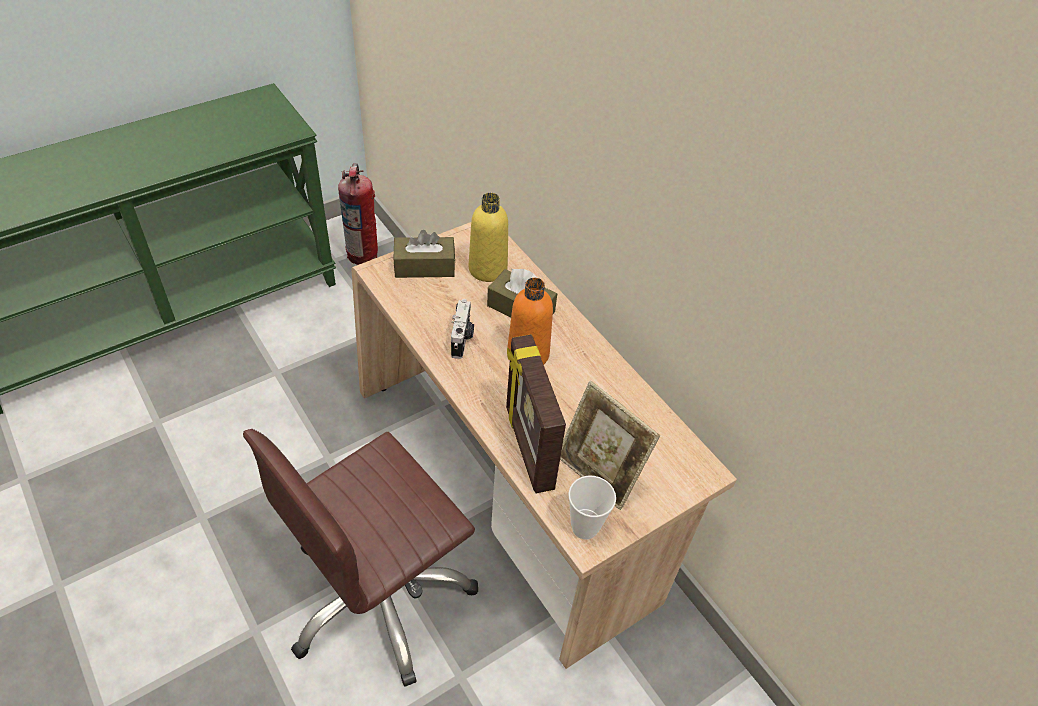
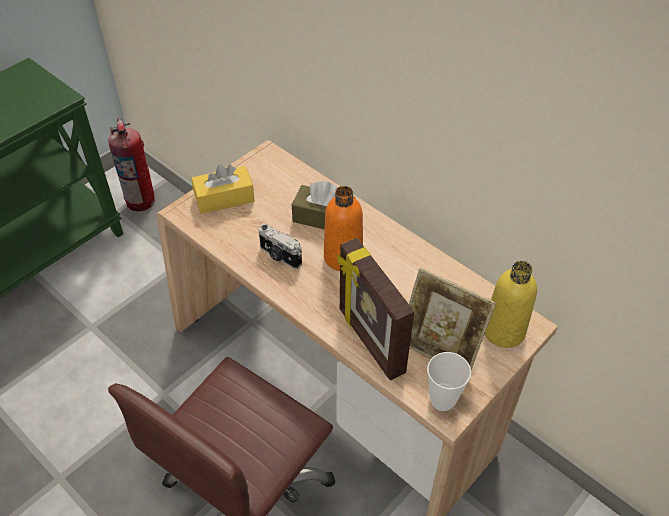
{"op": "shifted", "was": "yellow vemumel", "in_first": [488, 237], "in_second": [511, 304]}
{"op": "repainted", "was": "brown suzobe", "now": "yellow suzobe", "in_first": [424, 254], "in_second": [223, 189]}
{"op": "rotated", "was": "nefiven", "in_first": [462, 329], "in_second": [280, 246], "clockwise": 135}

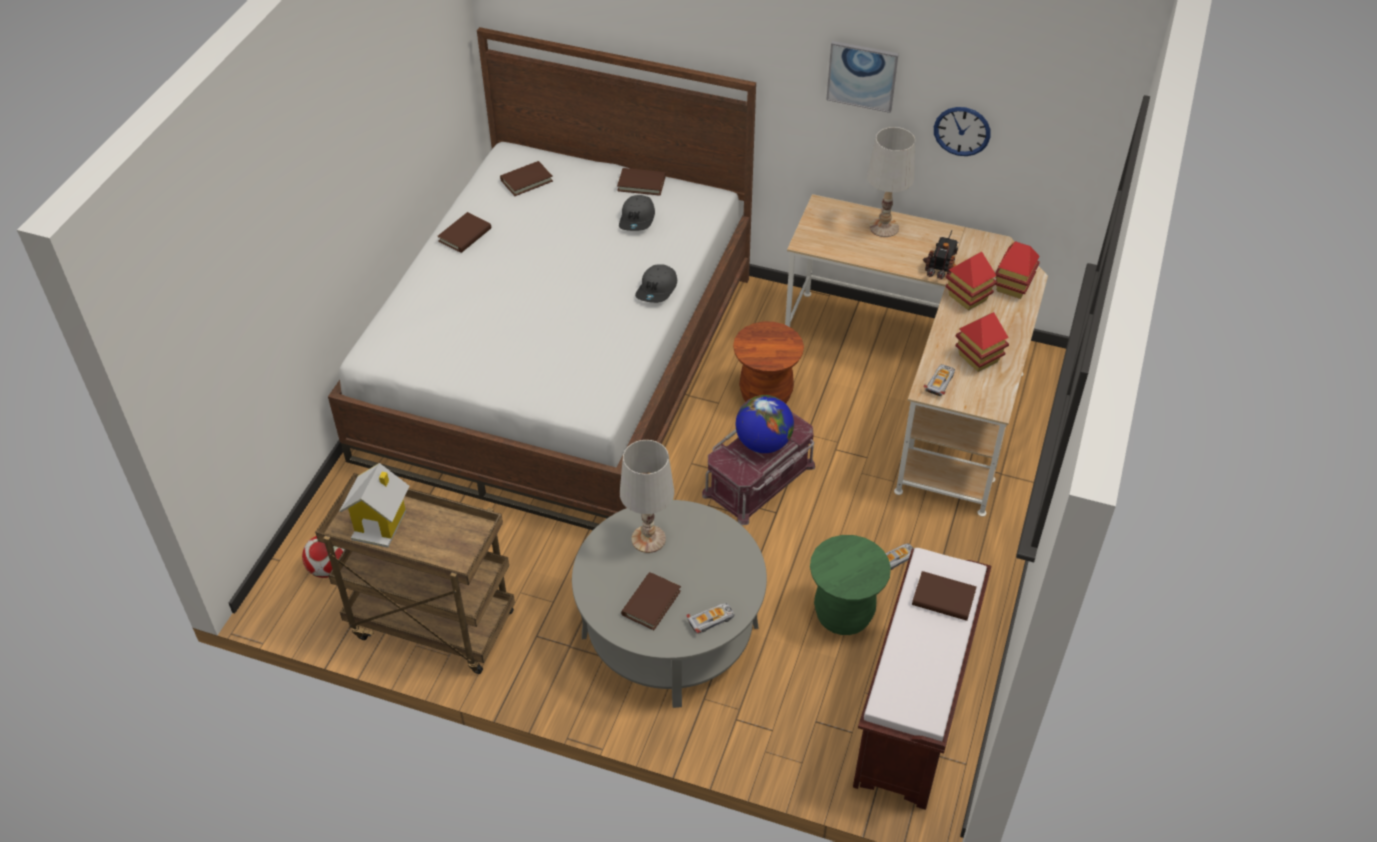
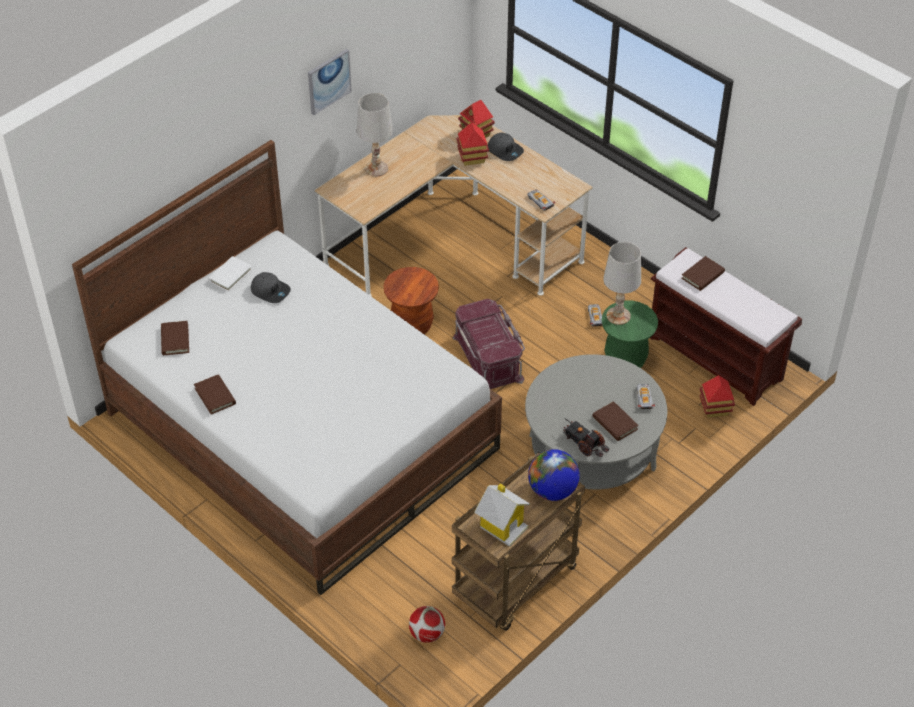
{"op": "gone", "was": "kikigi", "in_first": [962, 131]}
{"op": "shifted", "was": "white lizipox", "in_first": [647, 496], "in_second": [622, 283]}
{"op": "shifted", "was": "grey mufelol", "in_first": [656, 283], "in_second": [506, 147]}
{"op": "shifted", "was": "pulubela", "in_first": [765, 424], "in_second": [554, 475]}
{"op": "shifted", "was": "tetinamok", "in_first": [941, 255], "in_second": [586, 437]}
{"op": "shifted", "was": "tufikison", "in_first": [982, 342], "in_second": [717, 396]}
{"op": "repainted", "was": "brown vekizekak", "now": "white vekizekak", "in_first": [641, 182], "in_second": [230, 274]}

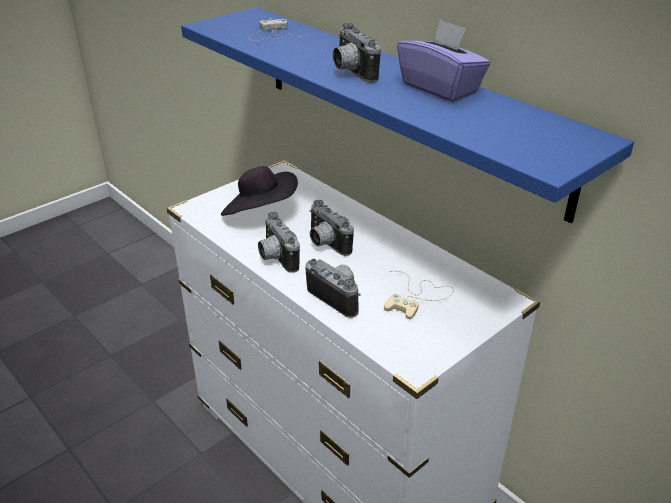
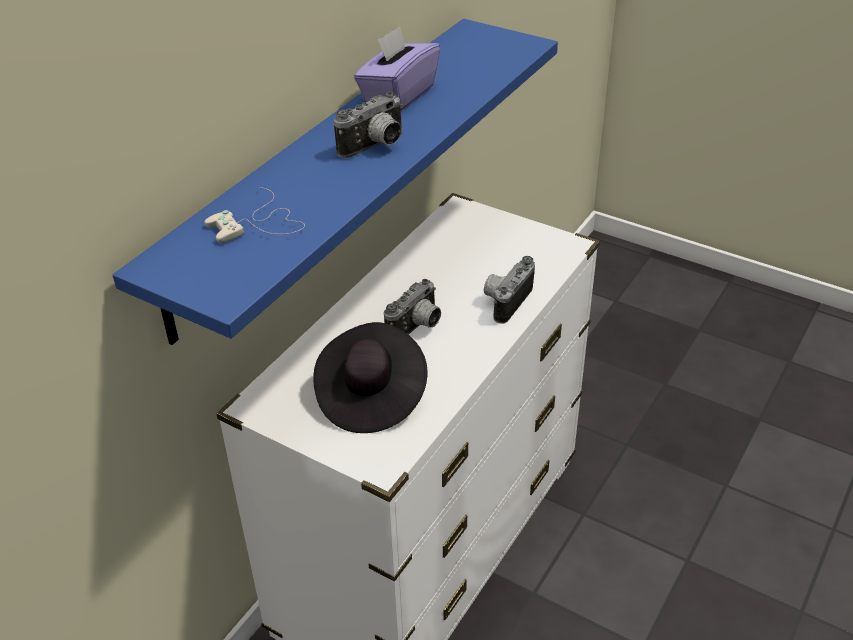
{"op": "gone", "was": "nefiven", "in_first": [279, 242]}
{"op": "gone", "was": "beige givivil", "in_first": [419, 295]}

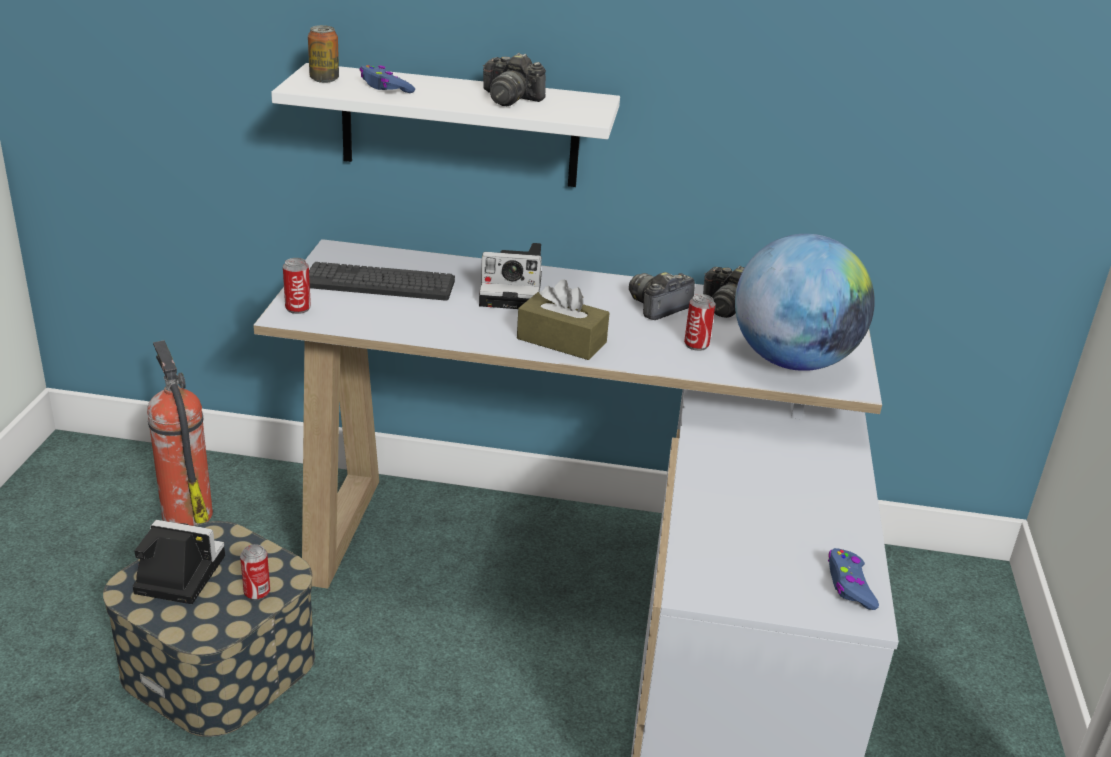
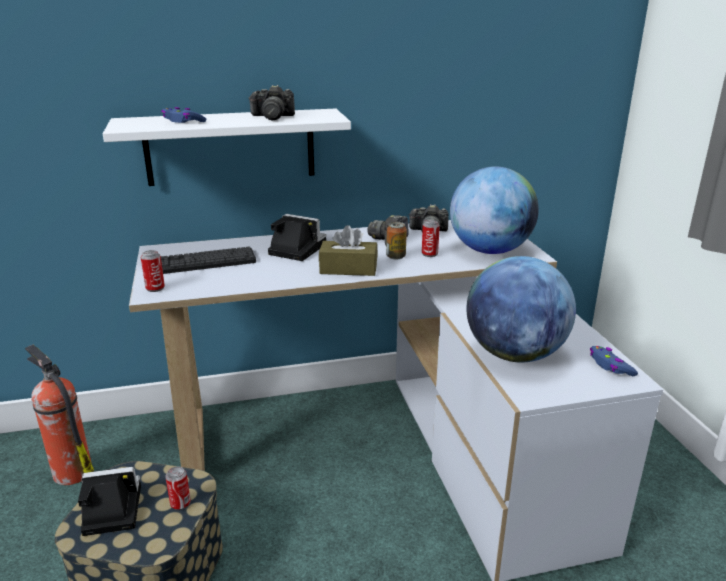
{"op": "new", "now": "pulubela", "in_second": [521, 309]}
{"op": "shifted", "was": "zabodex", "in_first": [323, 54], "in_second": [396, 241]}
{"op": "rotated", "was": "nefiven", "in_first": [510, 276], "in_second": [297, 237], "clockwise": -135}

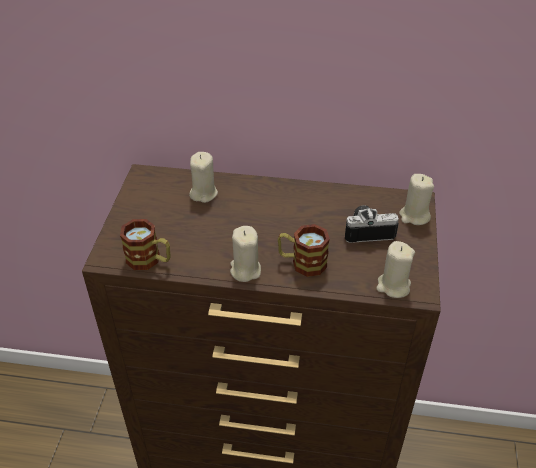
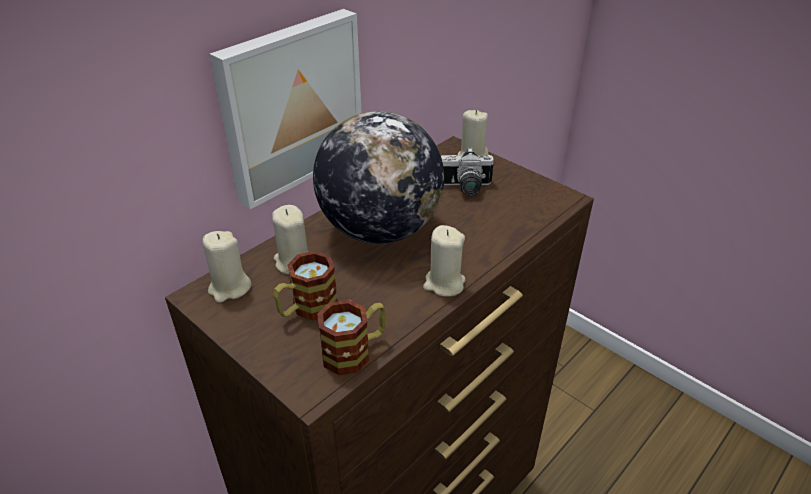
{"op": "new", "now": "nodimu", "in_second": [285, 109]}
{"op": "new", "now": "pulubela", "in_second": [378, 177]}
{"op": "shifted", "was": "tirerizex", "in_first": [304, 250], "in_second": [305, 285]}
{"op": "shifted", "was": "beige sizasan", "in_first": [395, 269], "in_second": [227, 267]}
{"op": "rotated", "was": "nefiven", "in_first": [372, 224], "in_second": [467, 171], "clockwise": -120}

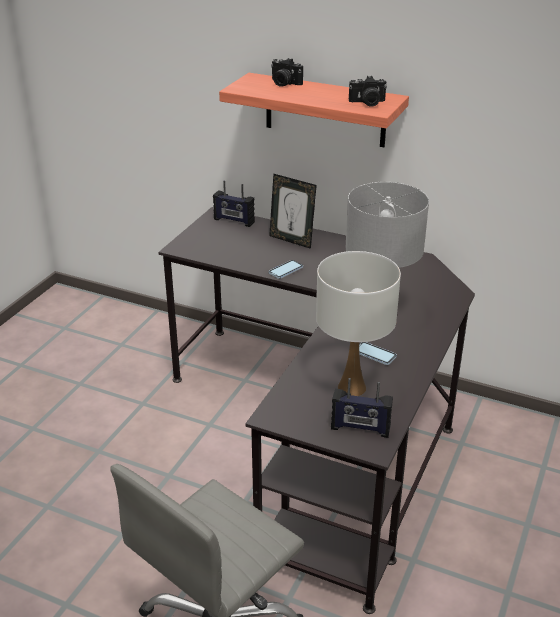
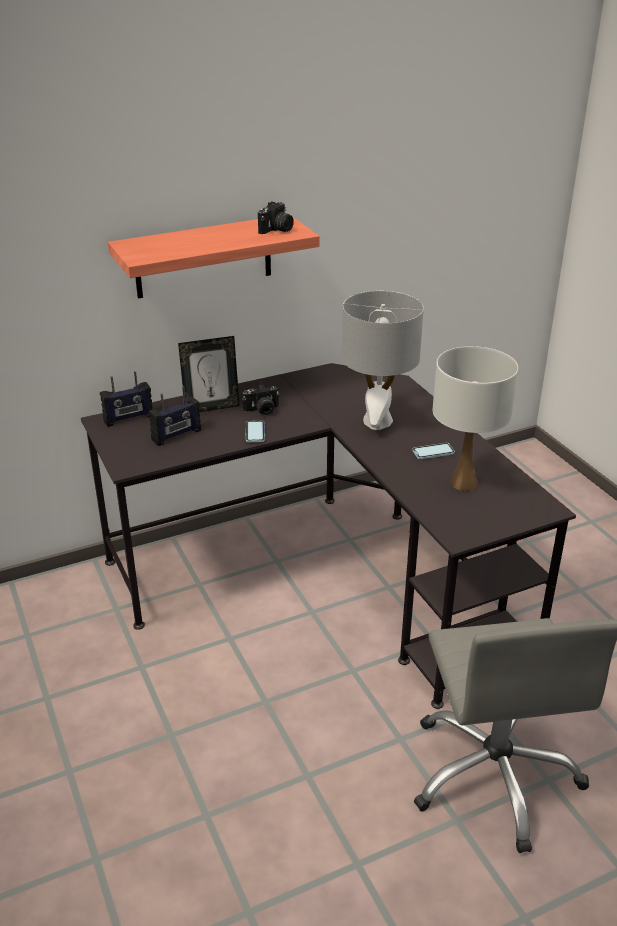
{"op": "shifted", "was": "nefiven", "in_first": [287, 72], "in_second": [260, 400]}
{"op": "shifted", "was": "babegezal", "in_first": [362, 408], "in_second": [175, 416]}

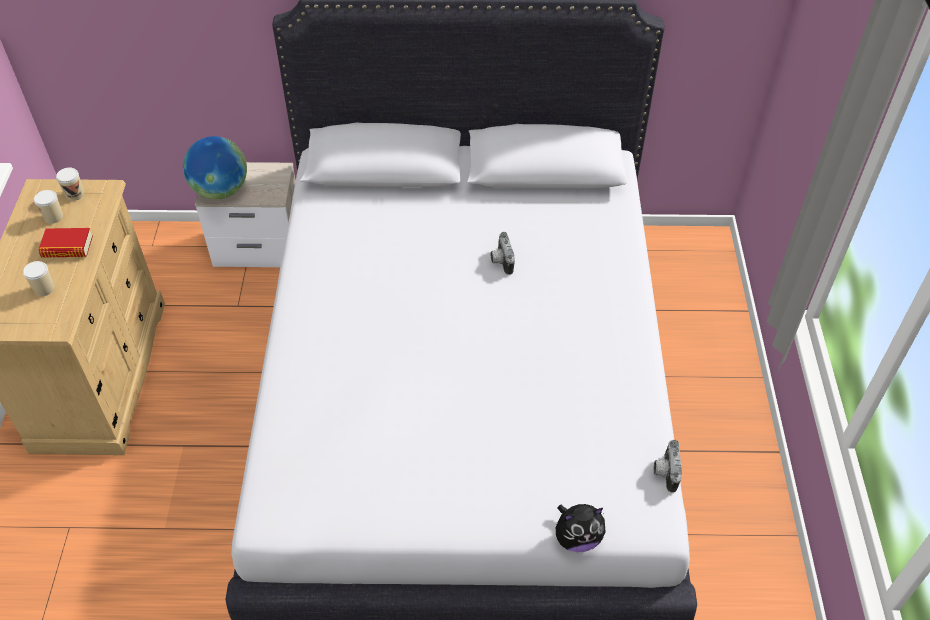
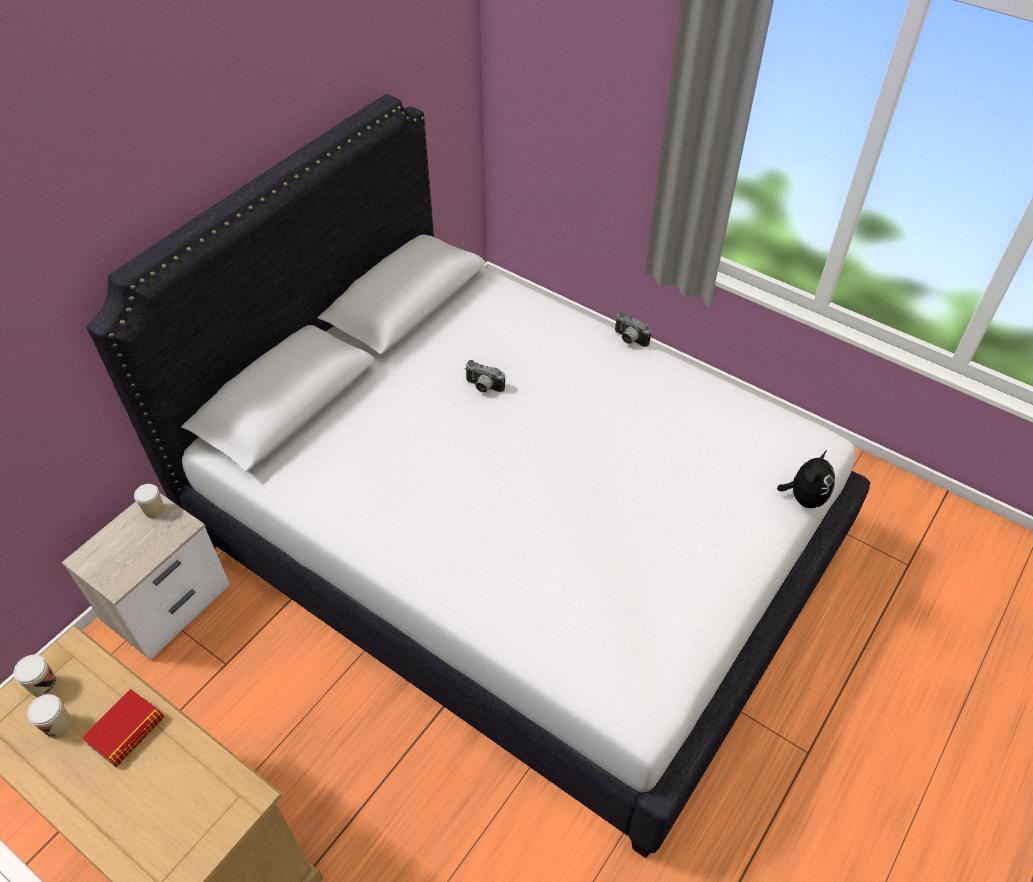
{"op": "gone", "was": "pulubela", "in_first": [215, 167]}
{"op": "shifted", "was": "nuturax", "in_first": [38, 278], "in_second": [149, 501]}
{"op": "shifted", "was": "nefiven", "in_first": [668, 466], "in_second": [633, 329]}

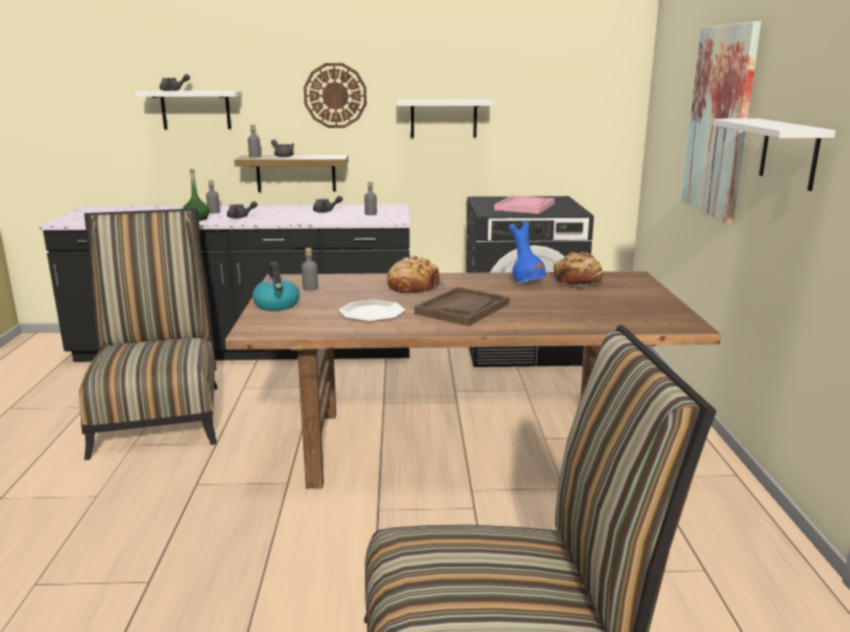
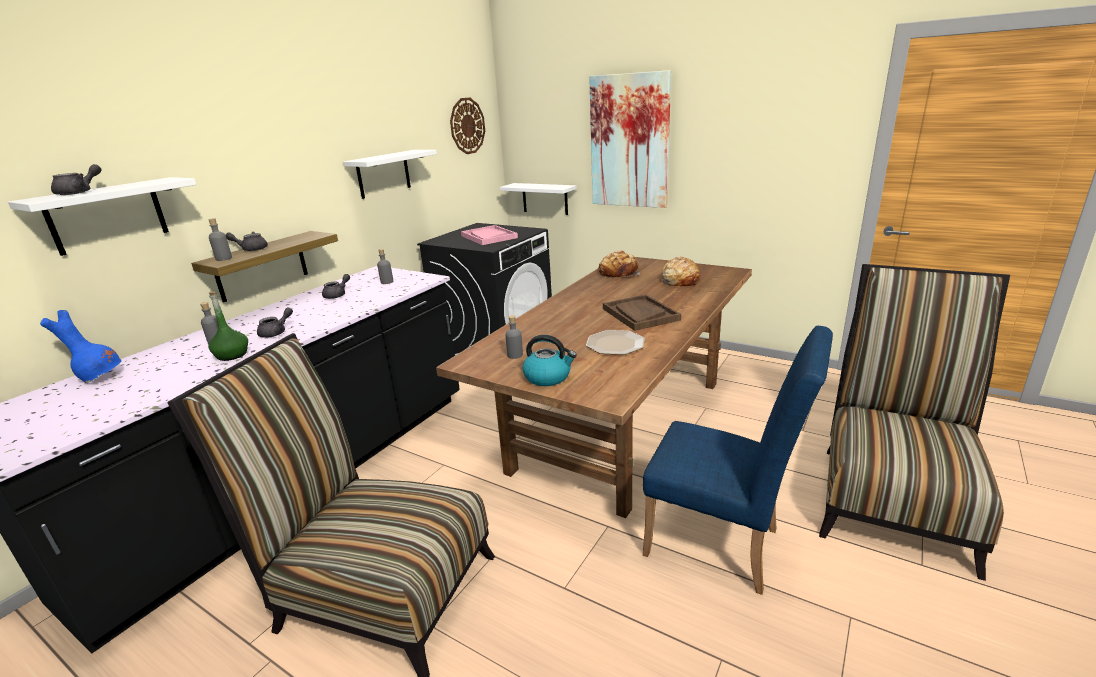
{"op": "new", "now": "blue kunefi", "in_second": [738, 460]}
{"op": "shifted", "was": "kikigi", "in_first": [335, 95], "in_second": [467, 126]}
{"op": "shifted", "was": "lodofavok", "in_first": [417, 275], "in_second": [680, 271]}
{"op": "shifted", "was": "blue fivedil", "in_first": [527, 252], "in_second": [80, 346]}
{"op": "shifted", "was": "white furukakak", "in_first": [774, 155], "in_second": [538, 199]}

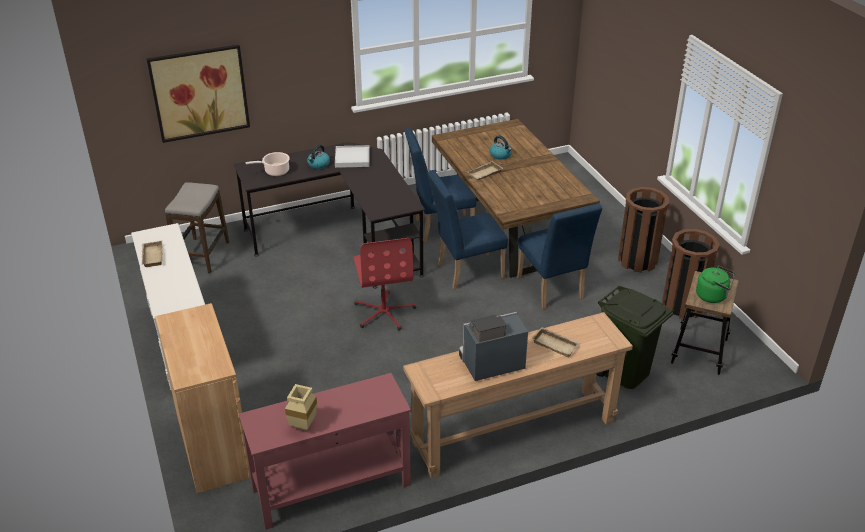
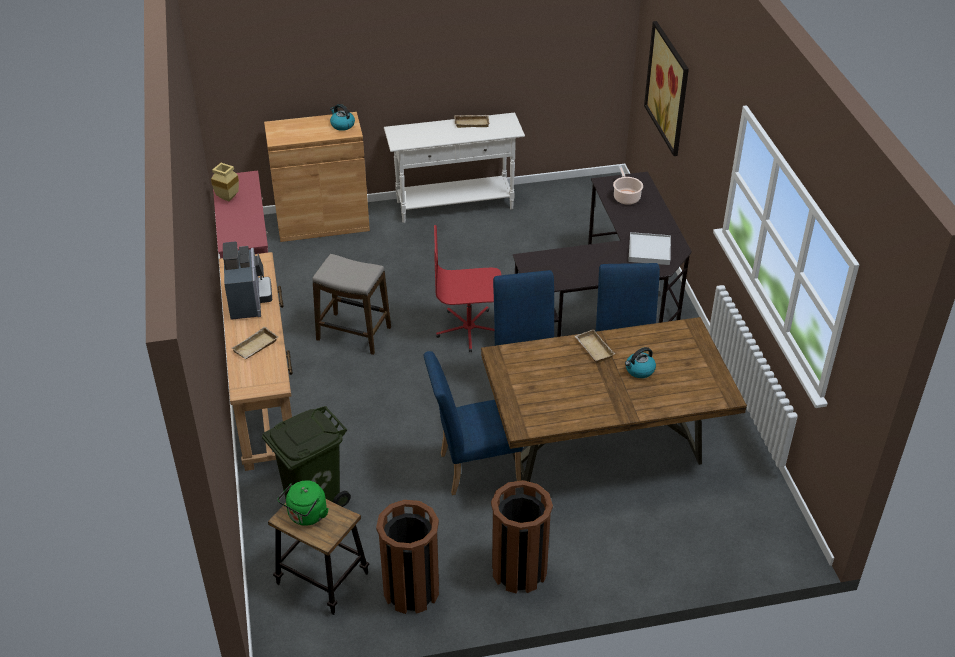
{"op": "shifted", "was": "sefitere", "in_first": [197, 227], "in_second": [351, 304]}
{"op": "shifted", "was": "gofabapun", "in_first": [318, 157], "in_second": [342, 117]}

